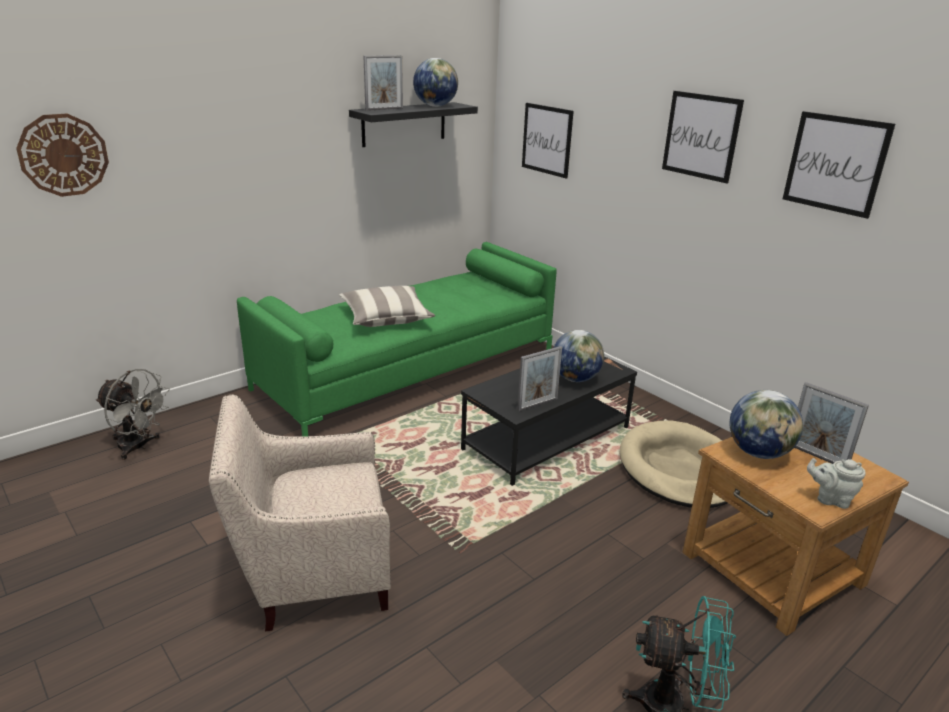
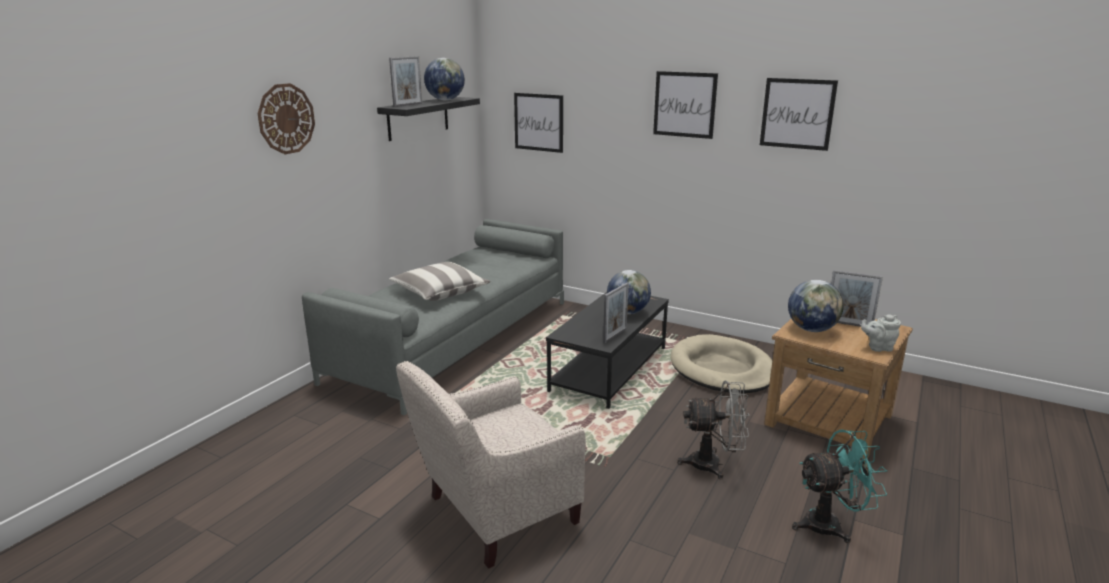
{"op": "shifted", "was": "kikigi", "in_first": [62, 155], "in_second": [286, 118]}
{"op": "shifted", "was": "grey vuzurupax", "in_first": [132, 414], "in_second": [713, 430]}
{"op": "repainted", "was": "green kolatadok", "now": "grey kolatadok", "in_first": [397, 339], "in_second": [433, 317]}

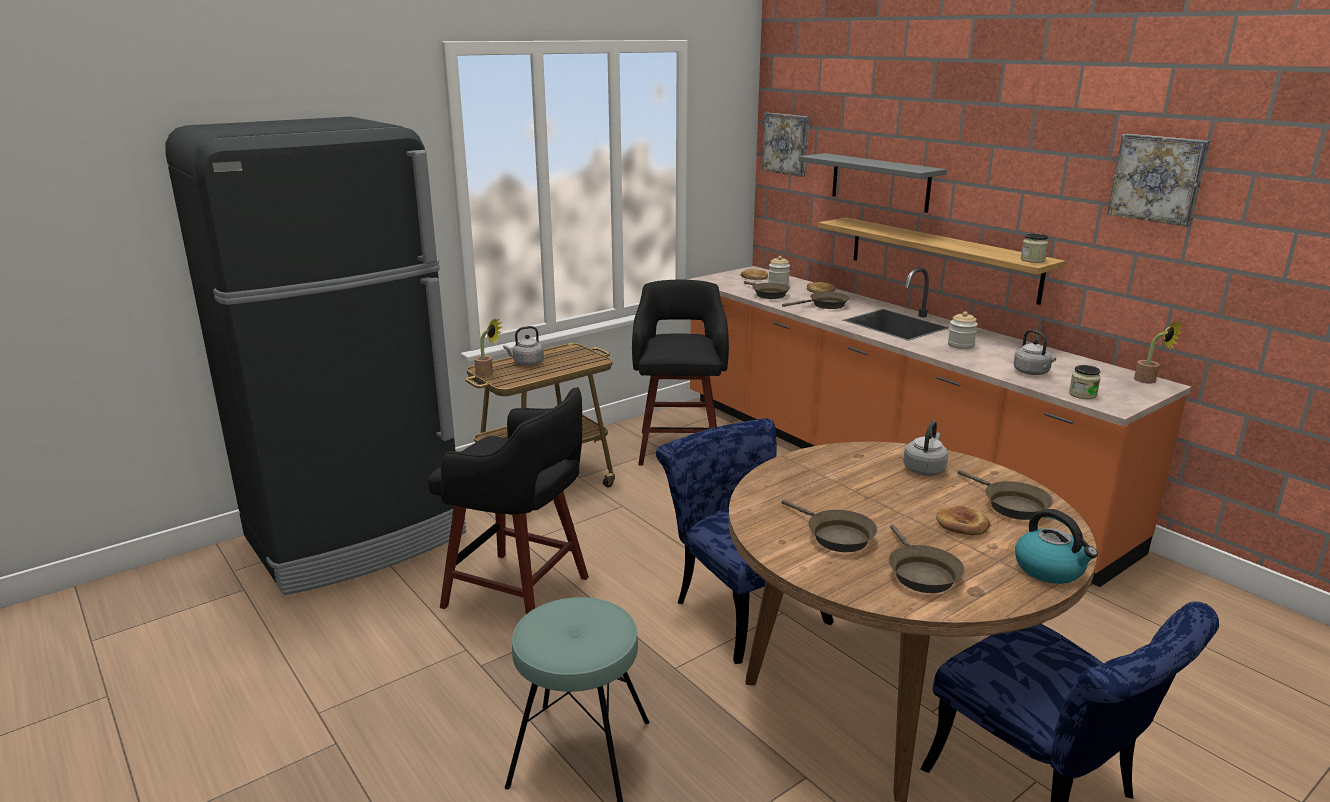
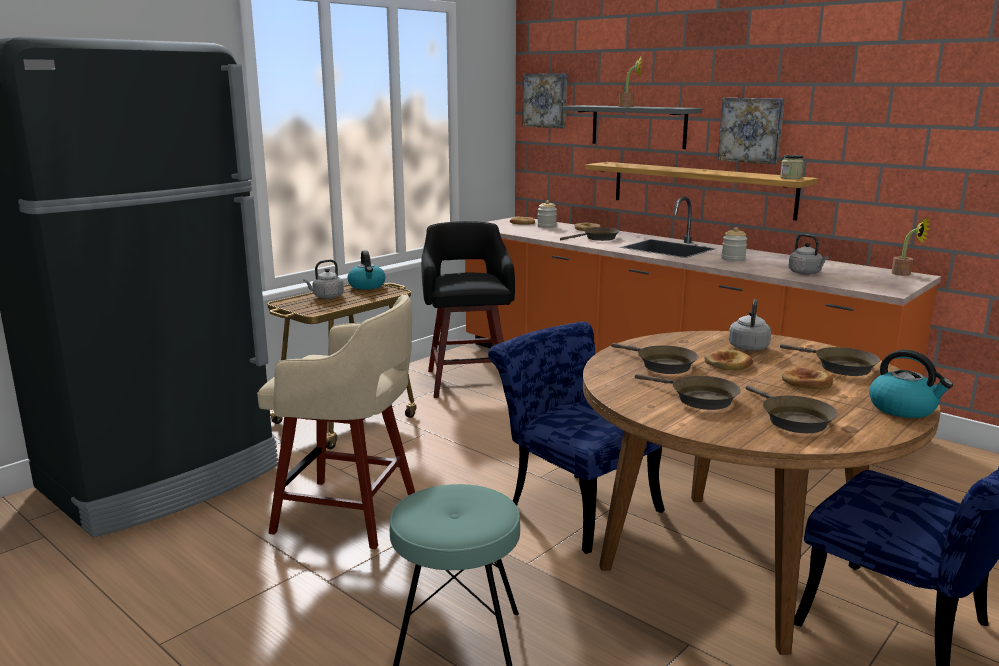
{"op": "gone", "was": "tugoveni", "in_first": [1085, 382]}
{"op": "new", "now": "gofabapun", "in_second": [366, 269]}
{"op": "new", "now": "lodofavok", "in_second": [728, 360]}
{"op": "shifted", "was": "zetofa", "in_first": [488, 346], "in_second": [630, 82]}
{"op": "shifted", "was": "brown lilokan", "in_first": [767, 290], "in_second": [654, 358]}
{"op": "shifted", "was": "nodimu", "in_first": [1158, 180], "in_second": [751, 131]}
{"op": "repainted", "was": "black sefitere", "now": "beige sefitere", "in_first": [508, 500], "in_second": [336, 421]}

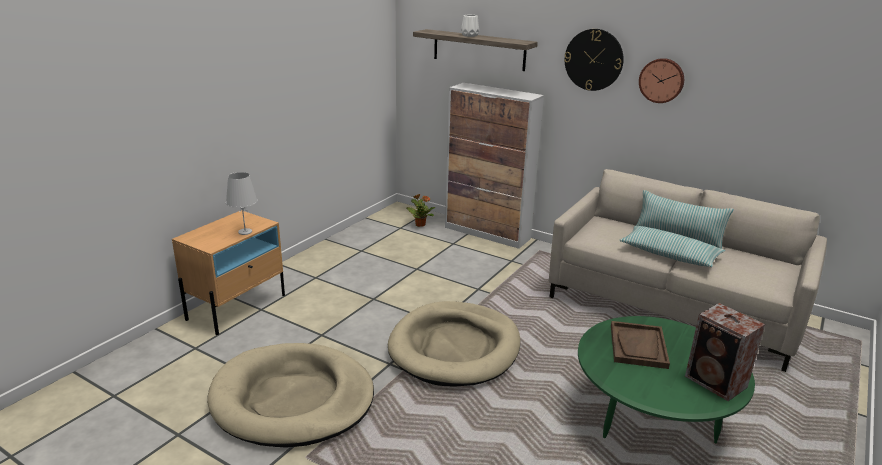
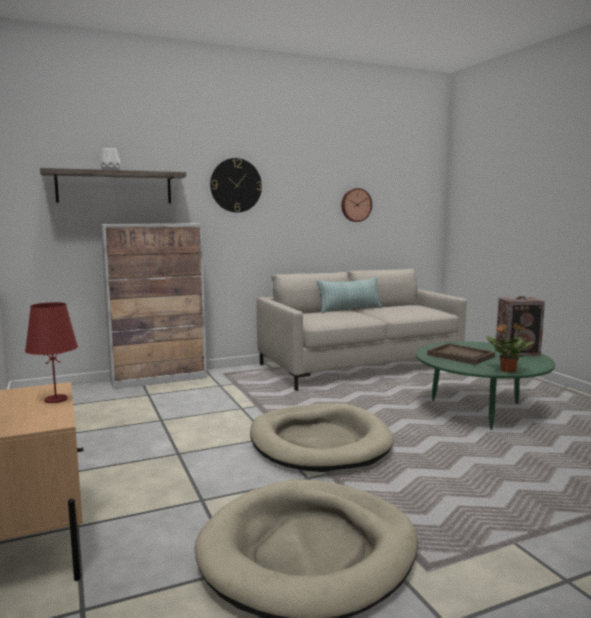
{"op": "gone", "was": "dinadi", "in_first": [672, 246]}
{"op": "shifted", "was": "zetofa", "in_first": [421, 210], "in_second": [510, 348]}
{"op": "shifted", "was": "kikigi", "in_first": [661, 80], "in_second": [356, 205]}
{"op": "repainted", "was": "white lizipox", "now": "red lizipox", "in_first": [242, 203], "in_second": [51, 352]}

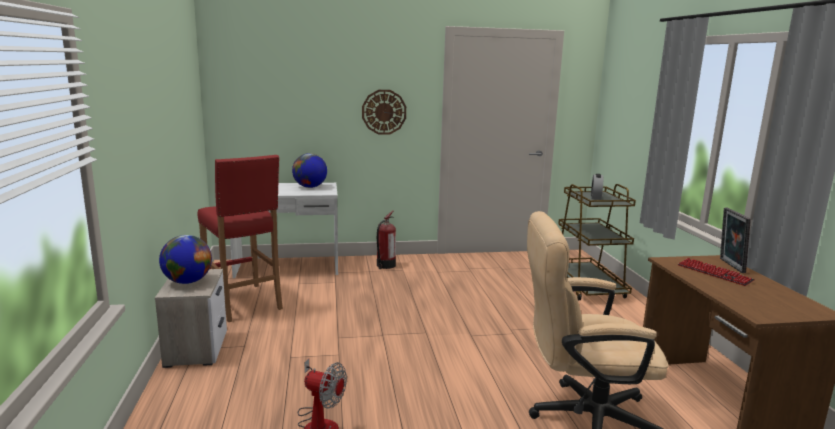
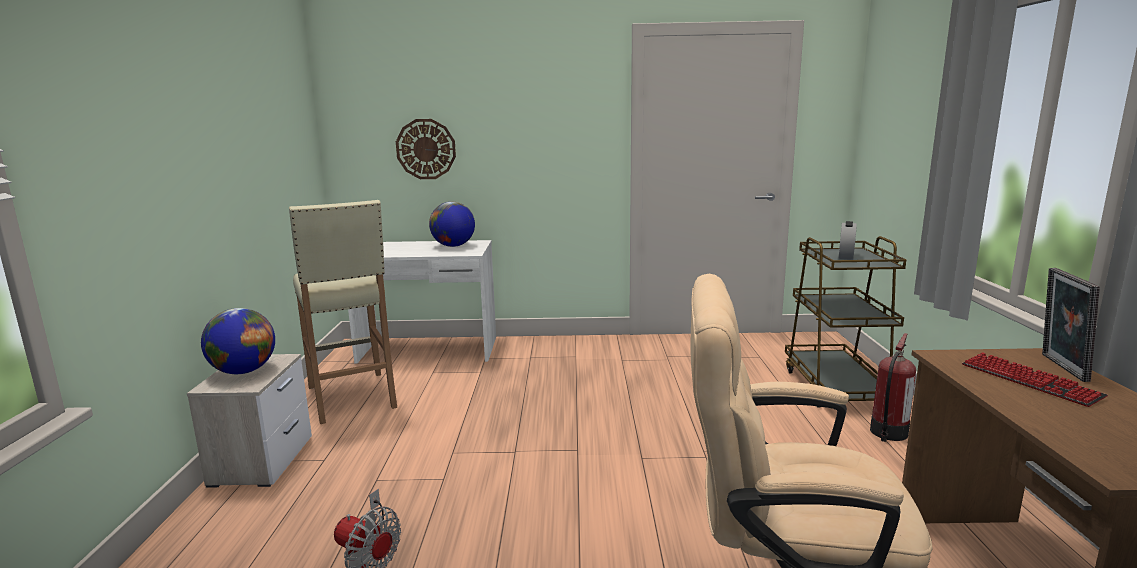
{"op": "shifted", "was": "kikigi", "in_first": [384, 112], "in_second": [426, 149]}
{"op": "shifted", "was": "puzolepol", "in_first": [386, 240], "in_second": [893, 387]}
{"op": "repainted", "was": "red sefitere", "now": "beige sefitere", "in_first": [240, 238], "in_second": [343, 312]}

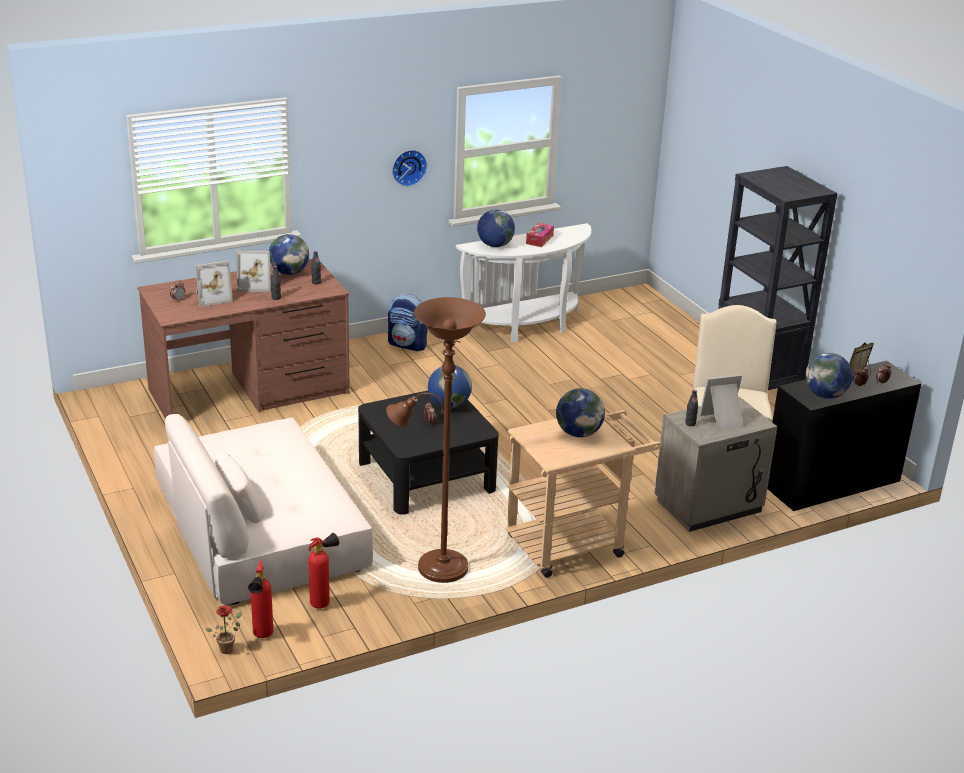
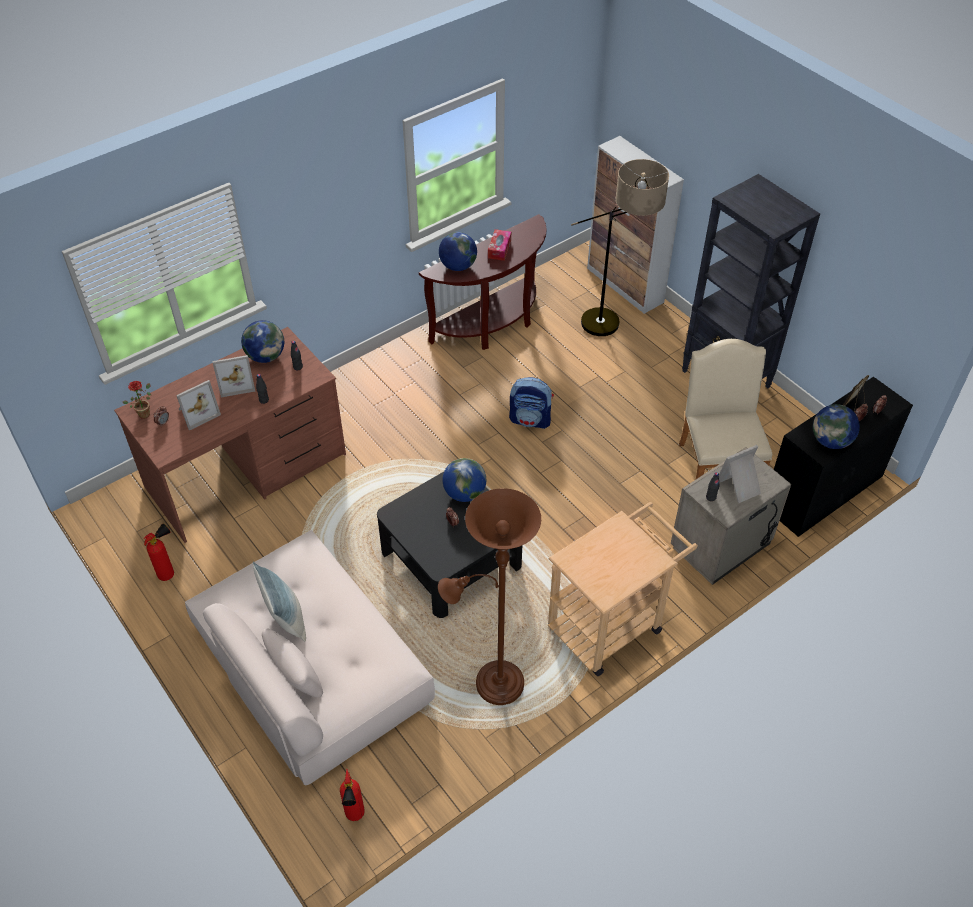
{"op": "gone", "was": "kikigi", "in_first": [409, 168]}
{"op": "gone", "was": "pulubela", "in_first": [580, 412]}
{"op": "new", "now": "dinadi", "in_second": [279, 602]}
{"op": "new", "now": "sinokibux", "in_second": [620, 247]}
{"op": "new", "now": "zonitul", "in_second": [635, 225]}
{"op": "shifted", "was": "zetofa", "in_first": [224, 629], "in_second": [137, 400]}
{"op": "shifted", "was": "puzolepol", "in_first": [324, 570], "in_second": [159, 552]}
{"op": "shifted", "was": "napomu", "in_first": [408, 322], "in_second": [531, 403]}
{"op": "repainted", "was": "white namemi", "now": "brown namemi", "in_first": [523, 282], "in_second": [483, 282]}

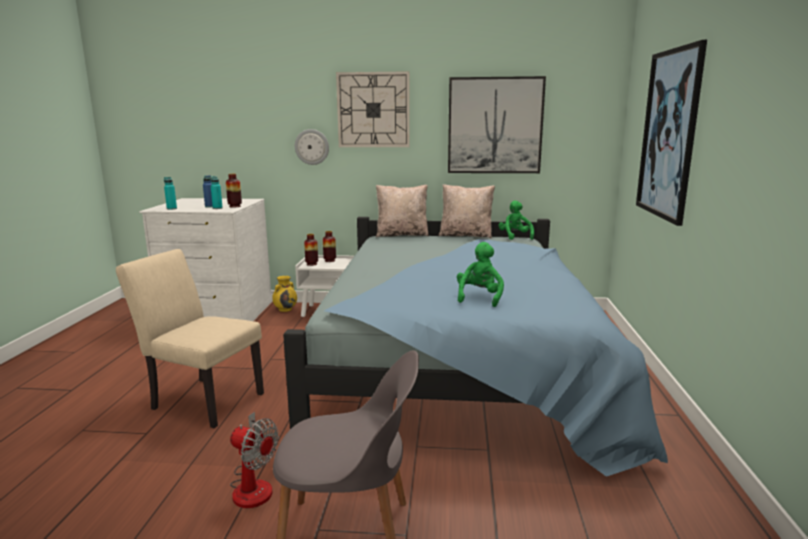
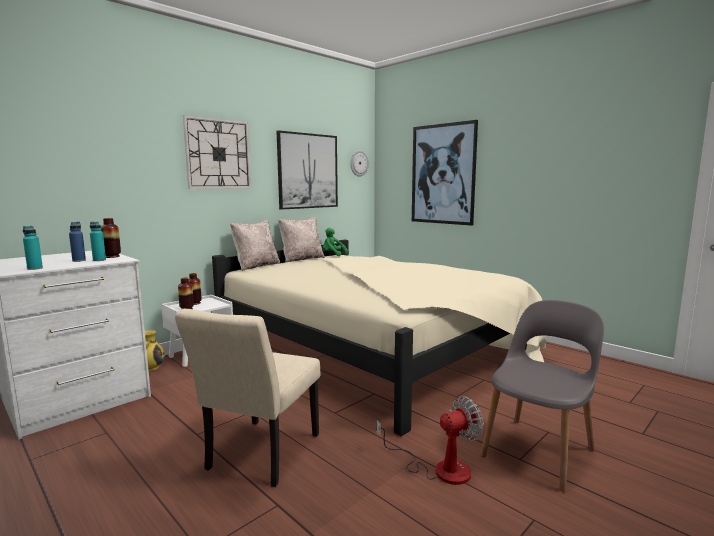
{"op": "gone", "was": "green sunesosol", "in_first": [480, 274]}
{"op": "shifted", "was": "kikigi", "in_first": [312, 147], "in_second": [359, 163]}
{"op": "repainted", "was": "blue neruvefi", "now": "beige neruvefi", "in_first": [475, 347], "in_second": [379, 338]}
{"op": "rotated", "was": "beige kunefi", "in_first": [190, 338], "in_second": [247, 398], "clockwise": -45}

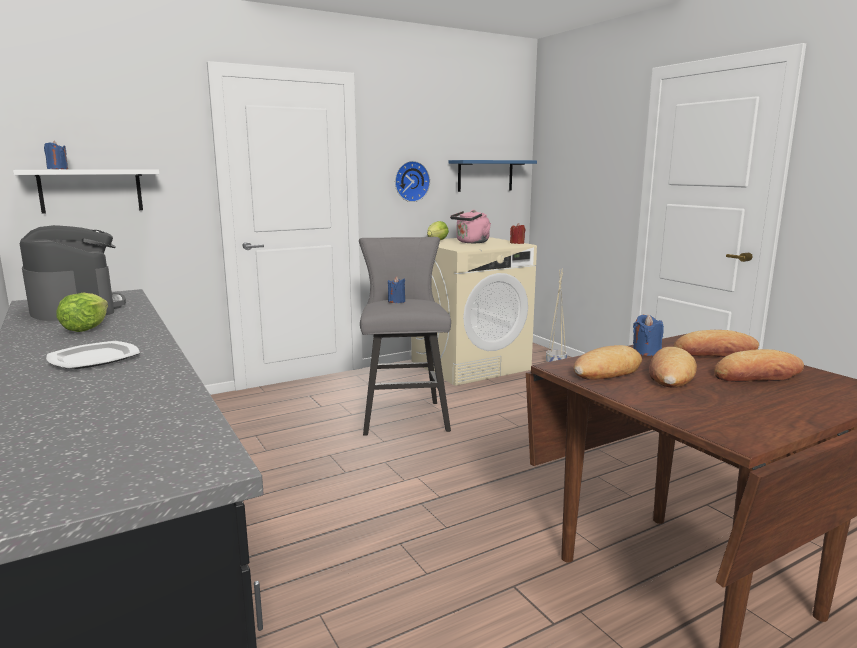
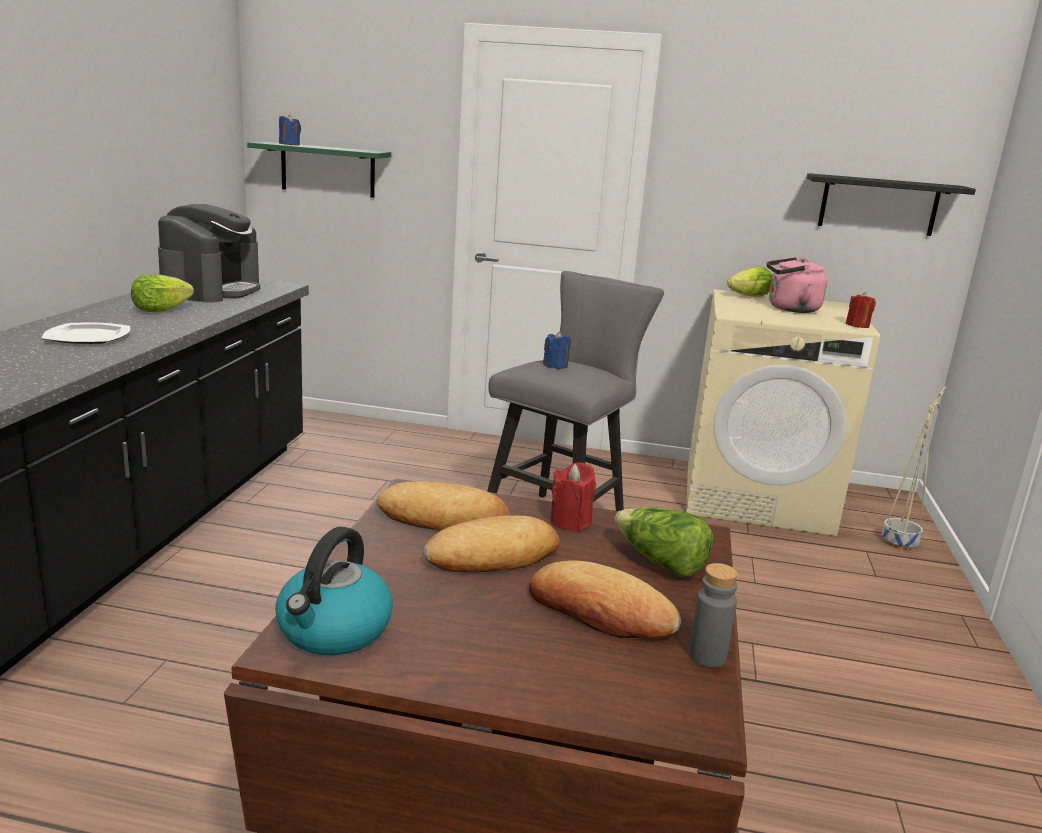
{"op": "gone", "was": "kikigi", "in_first": [412, 181]}
{"op": "new", "now": "gofabapun", "in_second": [334, 591]}
{"op": "new", "now": "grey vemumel", "in_second": [713, 615]}
{"op": "swapped", "was": "lodofavok", "now": "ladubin", "in_first": [716, 343], "in_second": [664, 542]}
{"op": "repainted", "was": "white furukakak", "now": "green furukakak", "in_first": [86, 191], "in_second": [319, 170]}
{"op": "repainted", "was": "blue furukakak", "now": "black furukakak", "in_first": [493, 176], "in_second": [891, 204]}
{"op": "repainted", "was": "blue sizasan", "now": "red sizasan", "in_first": [648, 335], "in_second": [573, 496]}

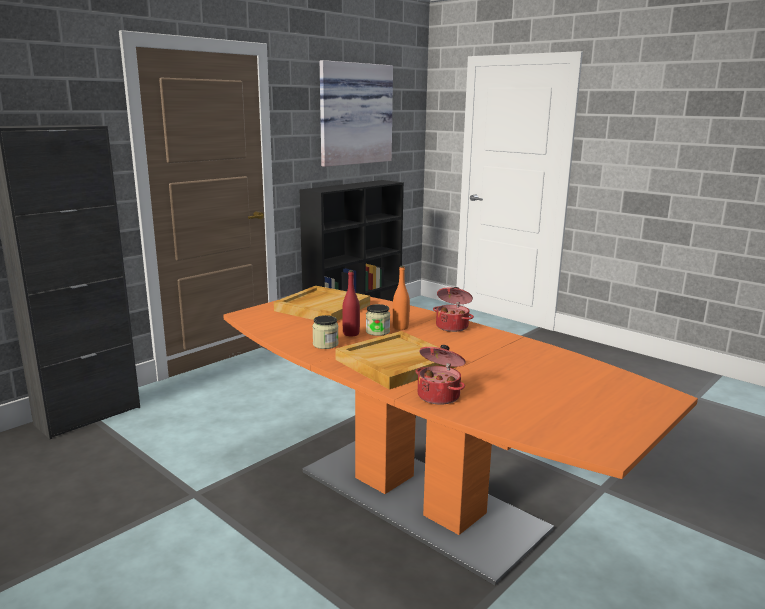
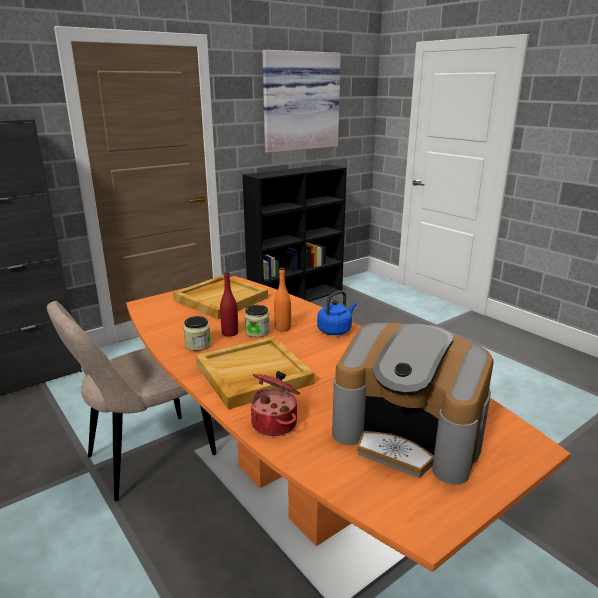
{"op": "new", "now": "beige kunefi", "in_second": [131, 401]}
{"op": "new", "now": "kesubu", "in_second": [413, 404]}
{"op": "swapped", "was": "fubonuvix", "now": "blue gofabapun", "in_first": [453, 309], "in_second": [336, 313]}

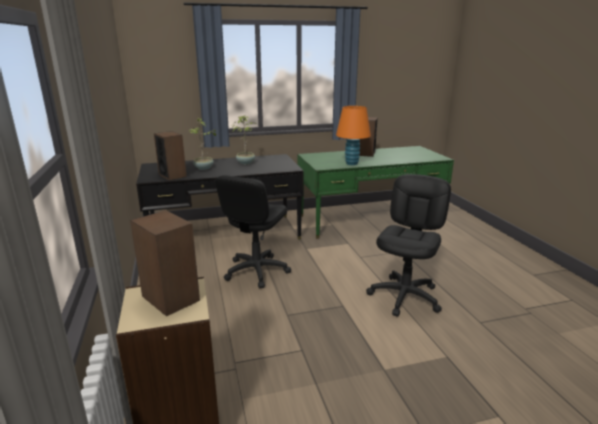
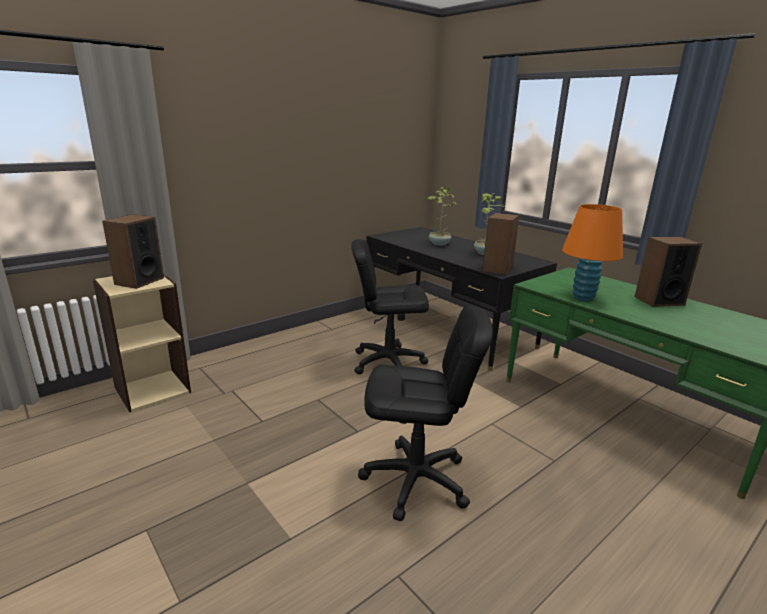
{"op": "shifted", "was": "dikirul", "in_first": [170, 155], "in_second": [500, 244]}

